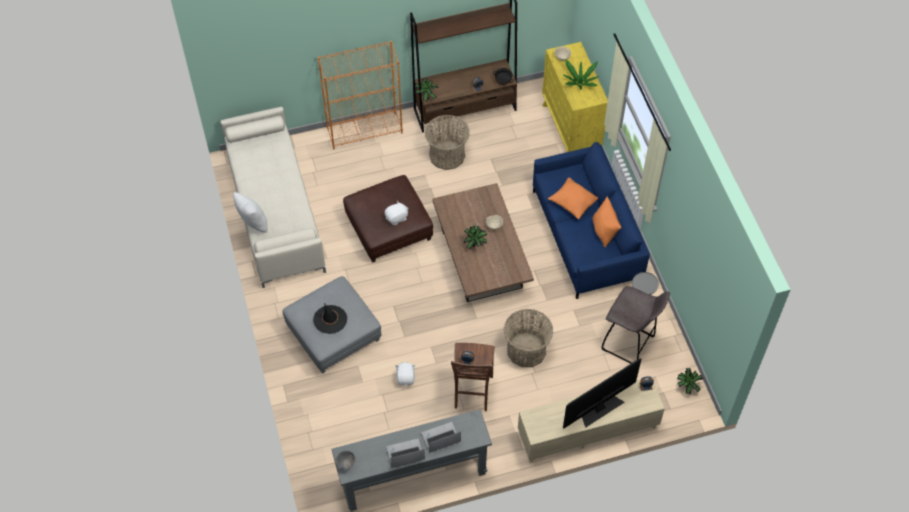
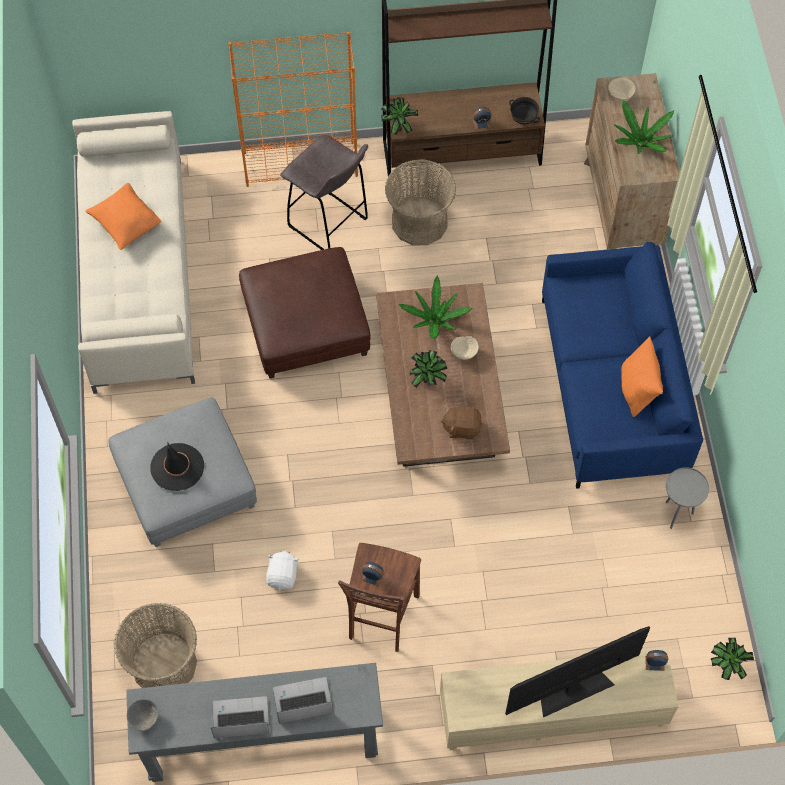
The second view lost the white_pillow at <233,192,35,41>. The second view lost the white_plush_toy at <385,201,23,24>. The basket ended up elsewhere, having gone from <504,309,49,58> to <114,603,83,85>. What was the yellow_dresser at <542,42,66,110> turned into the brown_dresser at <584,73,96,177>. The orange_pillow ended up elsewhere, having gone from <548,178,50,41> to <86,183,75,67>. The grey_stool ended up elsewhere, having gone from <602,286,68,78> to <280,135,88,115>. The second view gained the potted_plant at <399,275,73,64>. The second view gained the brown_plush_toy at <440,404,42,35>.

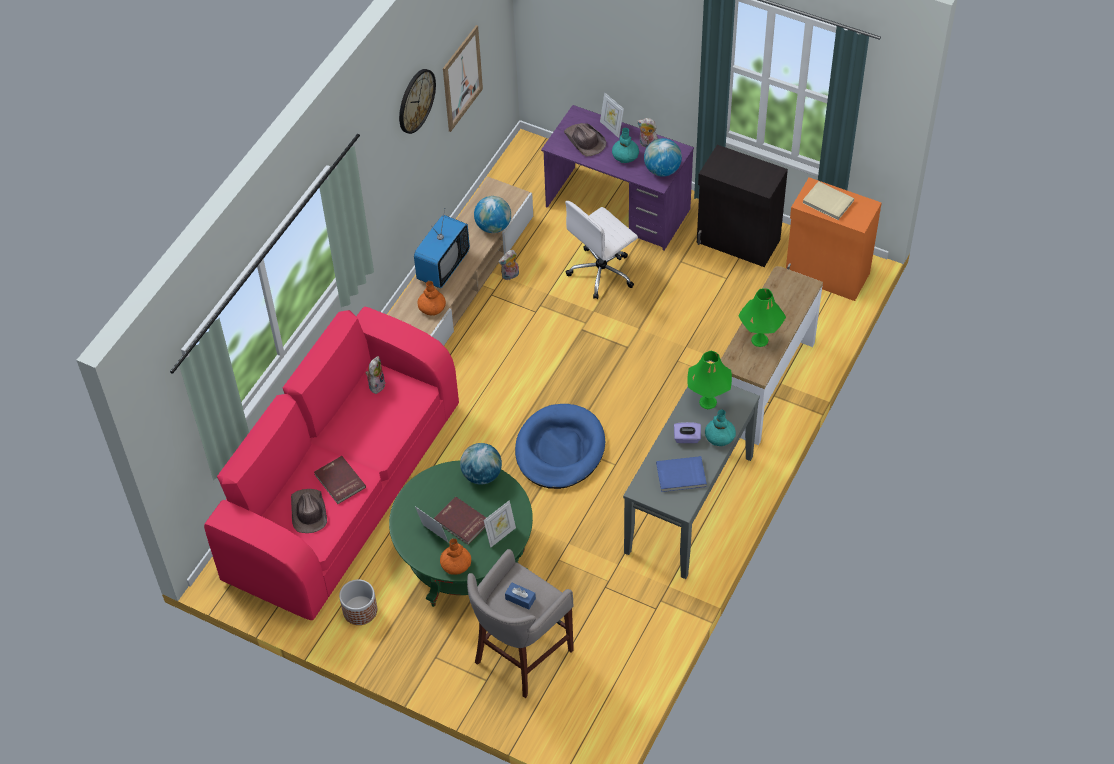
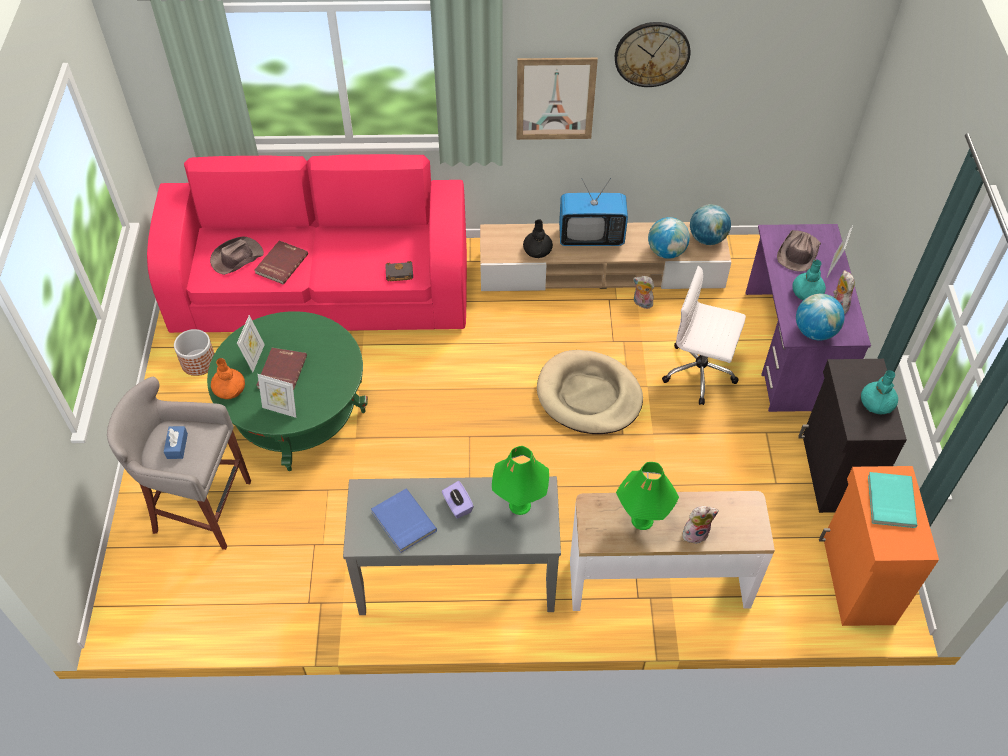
The plush_toy ended up elsewhere, having gone from <366,356,20,38> to <683,506,36,39>. What was the orange_vase at <418,281,28,35> turned into the black_vase at <523,219,30,39>. The picture ended up elsewhere, having gone from <443,25,40,107> to <517,58,81,82>. The globe ended up elsewhere, having gone from <460,443,42,42> to <690,204,41,41>. The second view lost the blue_dog_bed at <515,404,90,85>. The turquoise_vase ended up elsewhere, having gone from <705,410,31,36> to <861,370,37,44>. What was the beige_book at <803,181,51,39> turned into the turquoise_book at <868,472,49,56>. The second view gained the black_book at <385,261,28,20>. The second view gained the beige_dog_bed at <537,350,106,84>.

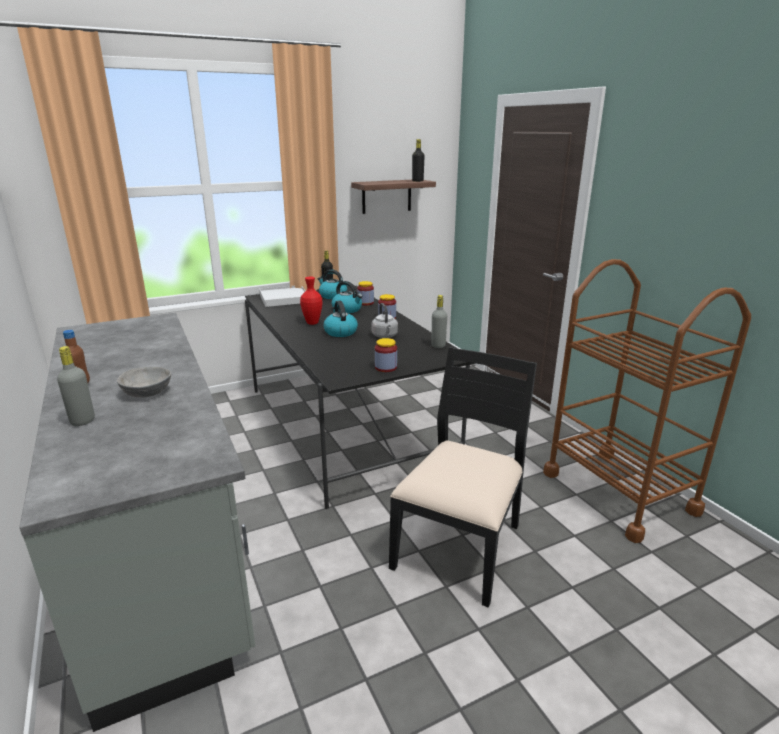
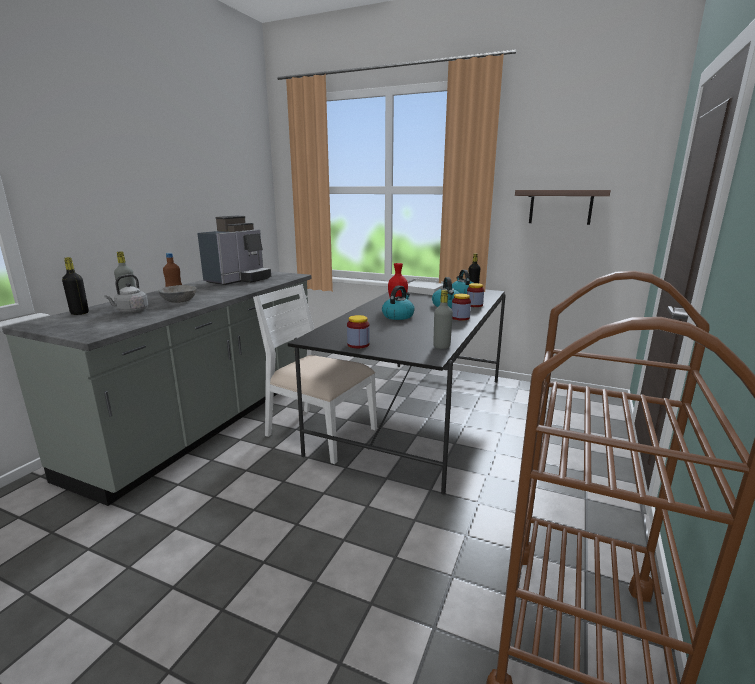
The grey_kettle ended up elsewhere, having gone from <371,303,27,35> to <104,274,44,39>. The second view lost the black_chair at <389,347,148,260>. The black_bottle ended up elsewhere, having gone from <412,139,13,43> to <62,257,27,58>. The second view gained the coffee_machine at <197,216,74,69>. The second view gained the white_chair at <253,284,124,180>.

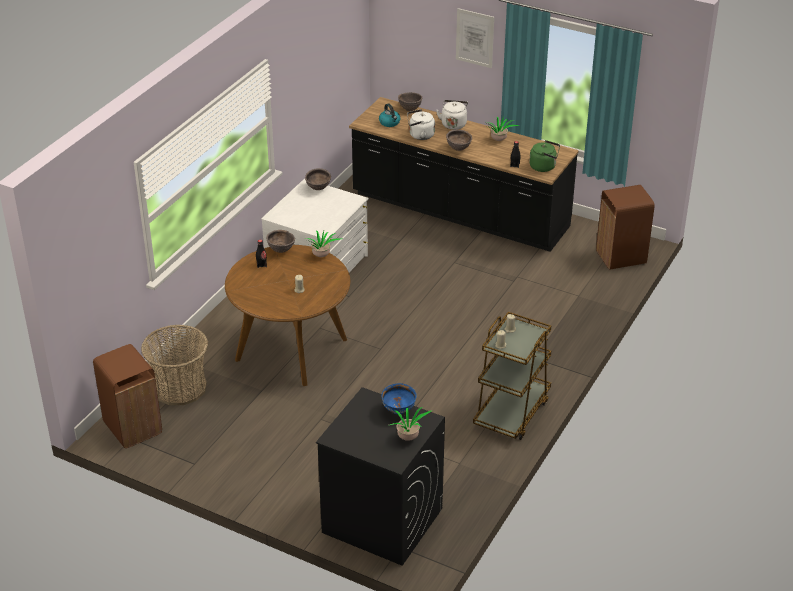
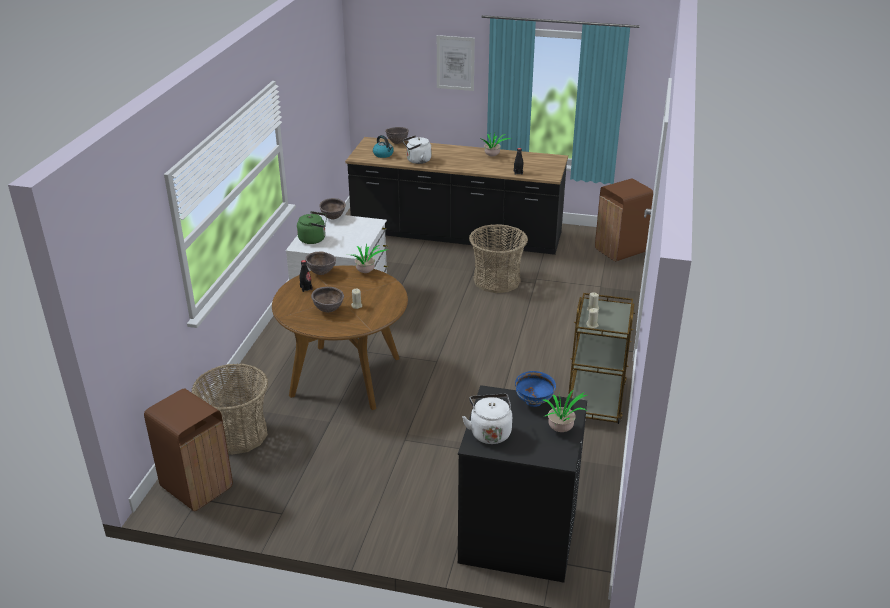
The white_kettle ended up elsewhere, having gone from <436,100,32,30> to <462,394,50,50>. The brown_bowl ended up elsewhere, having gone from <446,129,26,22> to <311,287,33,26>. The green_kettle ended up elsewhere, having gone from <529,140,31,32> to <297,211,30,33>. The second view gained the basket at <469,224,59,69>.

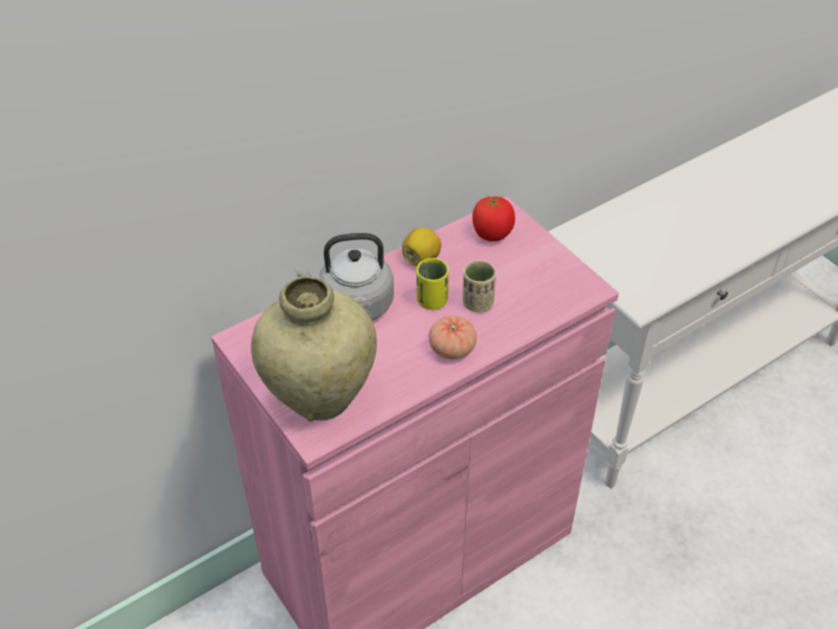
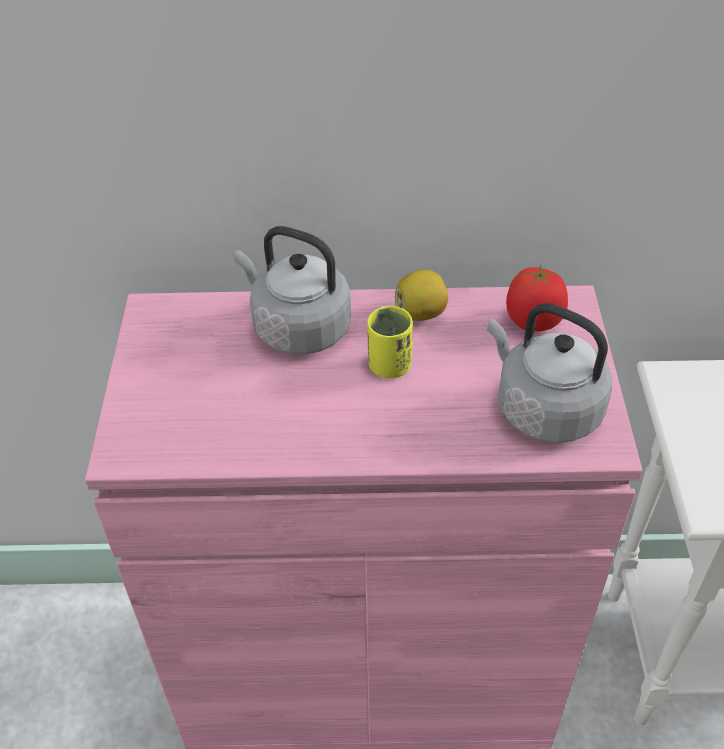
The second view lost the beige_vase at <251,276,126,146>. The second view lost the tomato at <429,316,48,43>. The second view lost the beige_cup at <463,260,33,52>. The second view gained the grey_kettle at <487,303,125,140>.

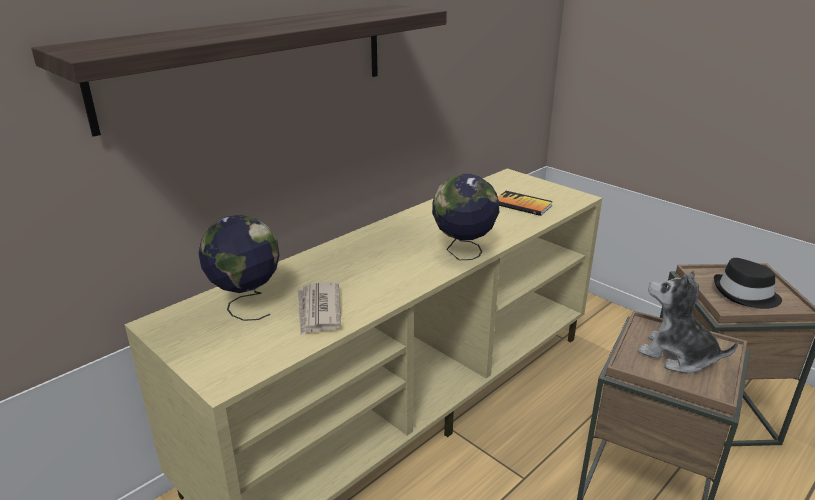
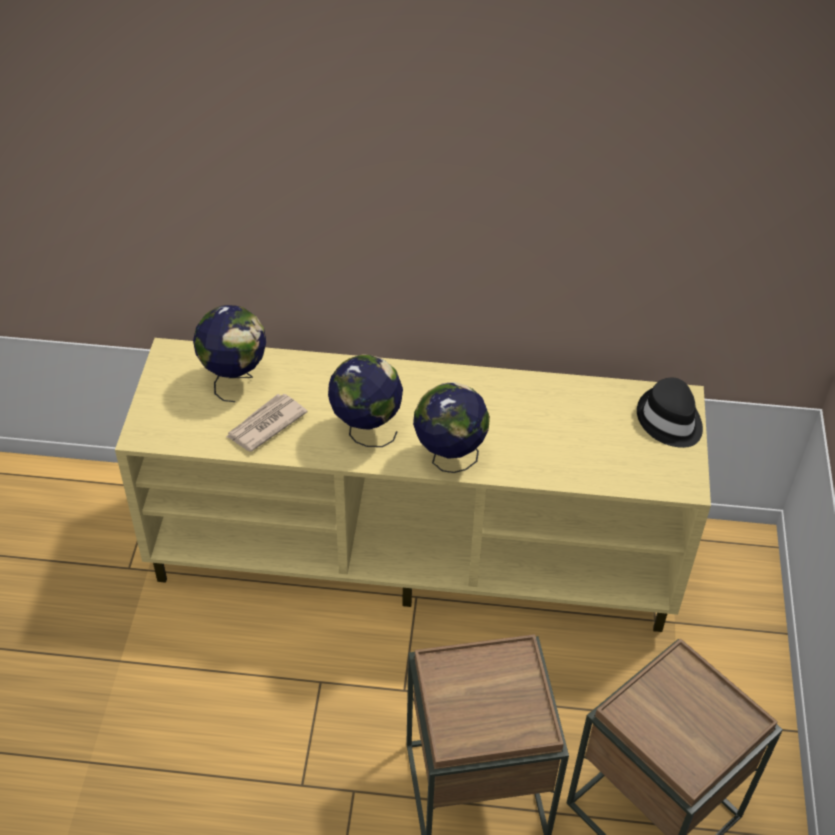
The second view lost the shelf at <31,4,416,133>. The second view lost the book at <498,191,55,25>. The second view lost the plush_toy at <638,271,100,102>. The black_hat ended up elsewhere, having gone from <714,258,68,51> to <637,378,66,70>. The second view gained the globe at <328,355,75,92>.

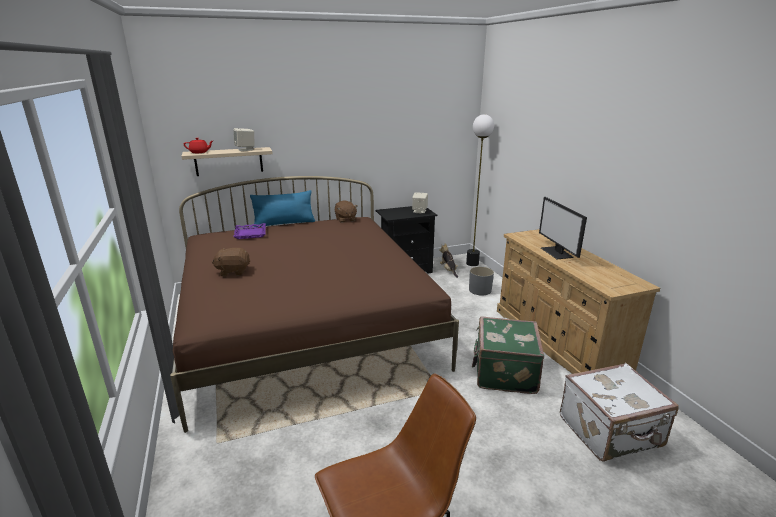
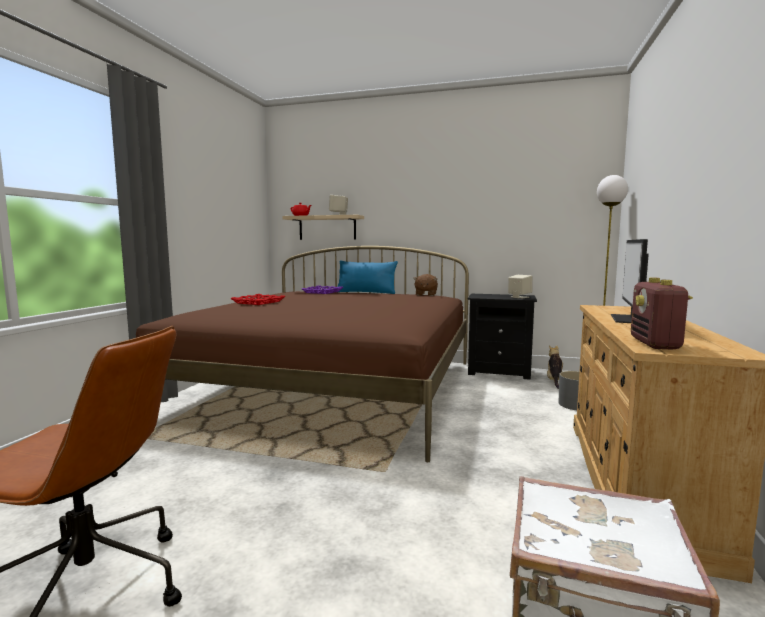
Where the brown_plush_toy stood at <211,248,39,28>, the red_tray came to stand at <230,294,55,11>. The second view lost the green_suitcase at <472,316,72,78>. The second view gained the radio at <631,277,62,73>.

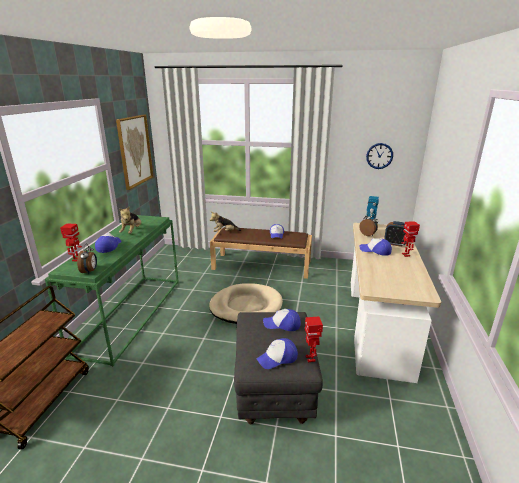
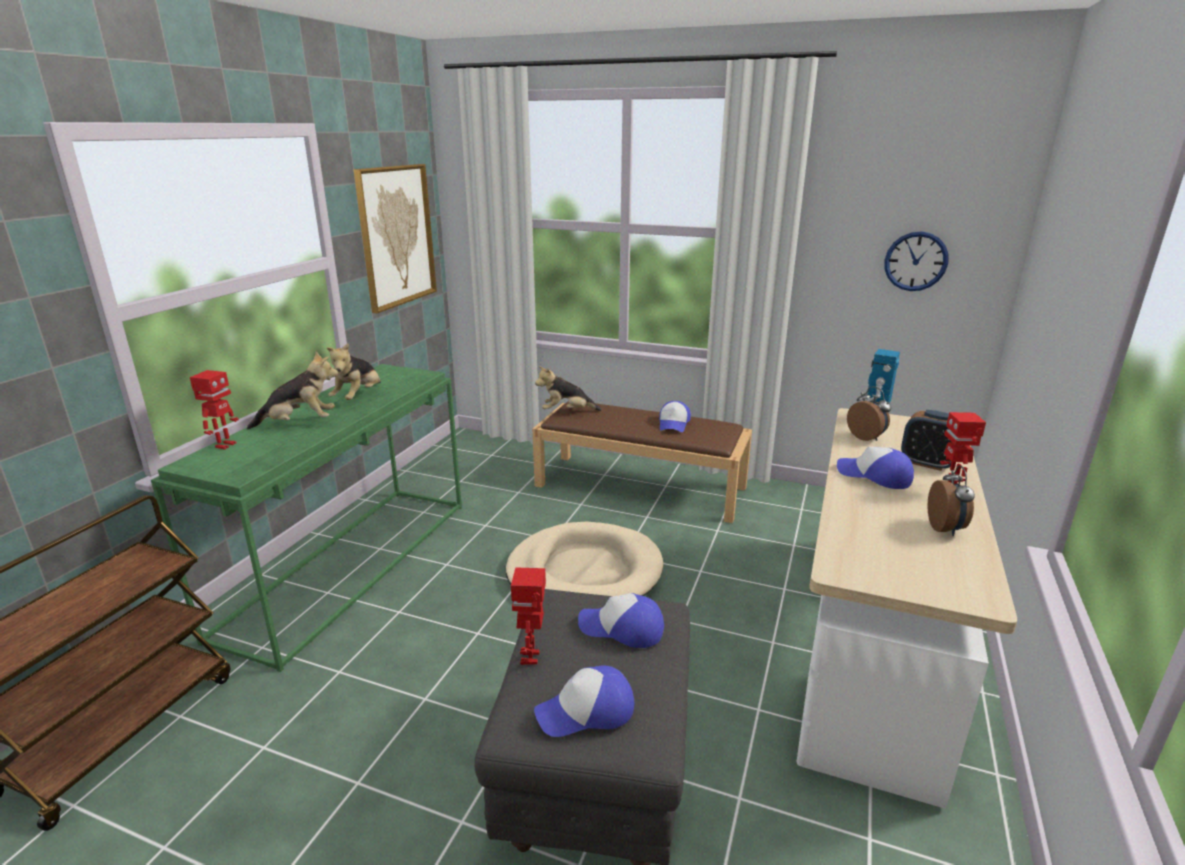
The alarm_clock ended up elsewhere, having gone from <77,244,20,31> to <928,465,47,71>. Where the cap stood at <95,233,26,20>, the plush_toy came to stand at <247,351,91,79>. The toy_robot ended up elsewhere, having gone from <305,316,18,47> to <511,567,35,98>.

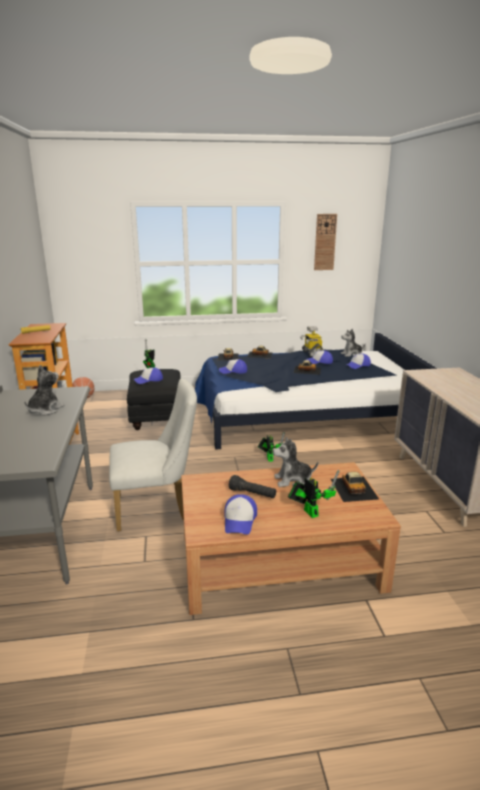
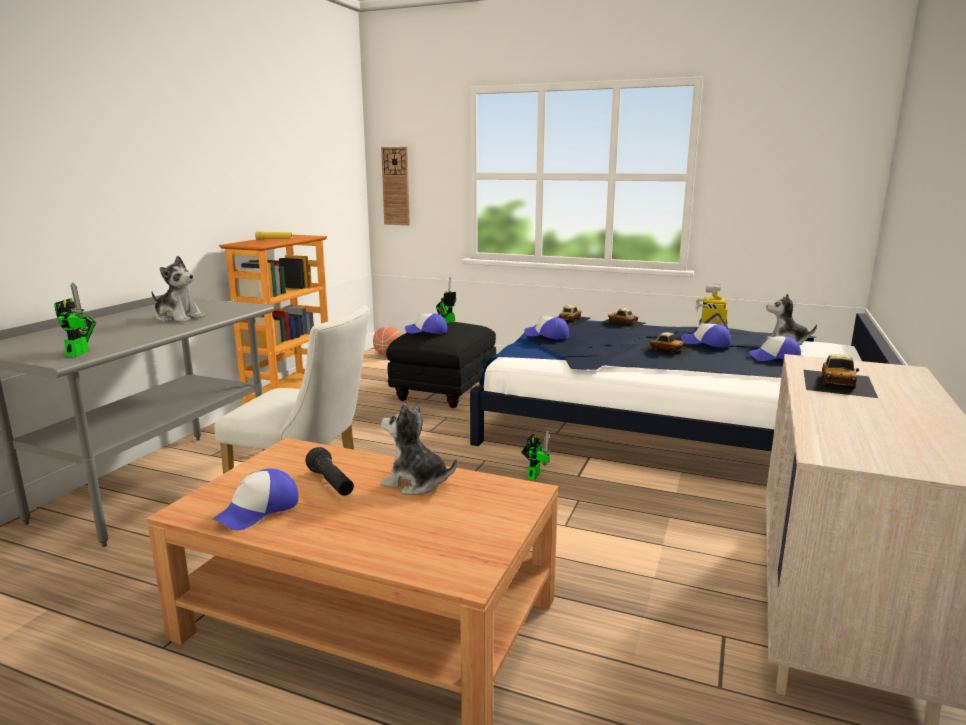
The plush_toy at <24,365,41,51> ended up facing another way, 60 degrees clockwise from before. The toy_robot ended up elsewhere, having gone from <288,470,51,48> to <54,282,42,75>. The wall_clock ended up elsewhere, having gone from <314,214,23,56> to <381,147,29,78>. The toy_car ended up elsewhere, having gone from <331,472,48,30> to <804,354,74,44>.

